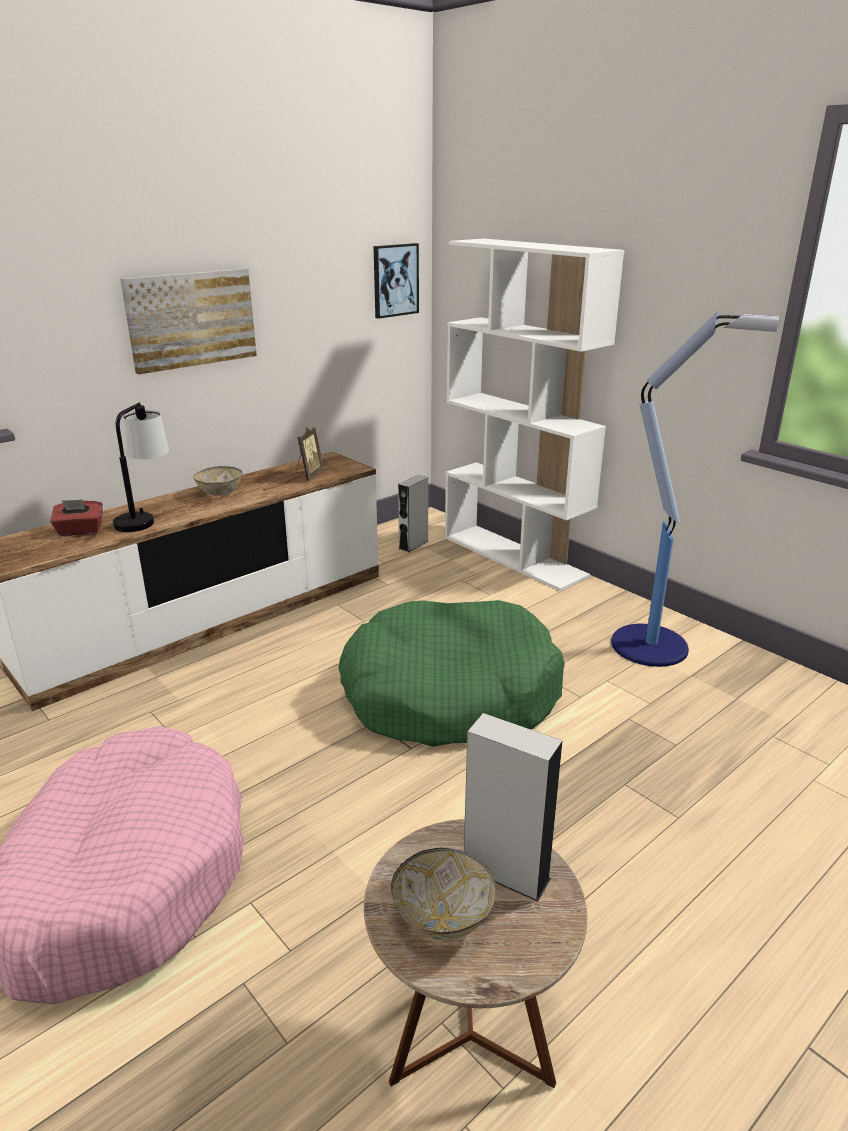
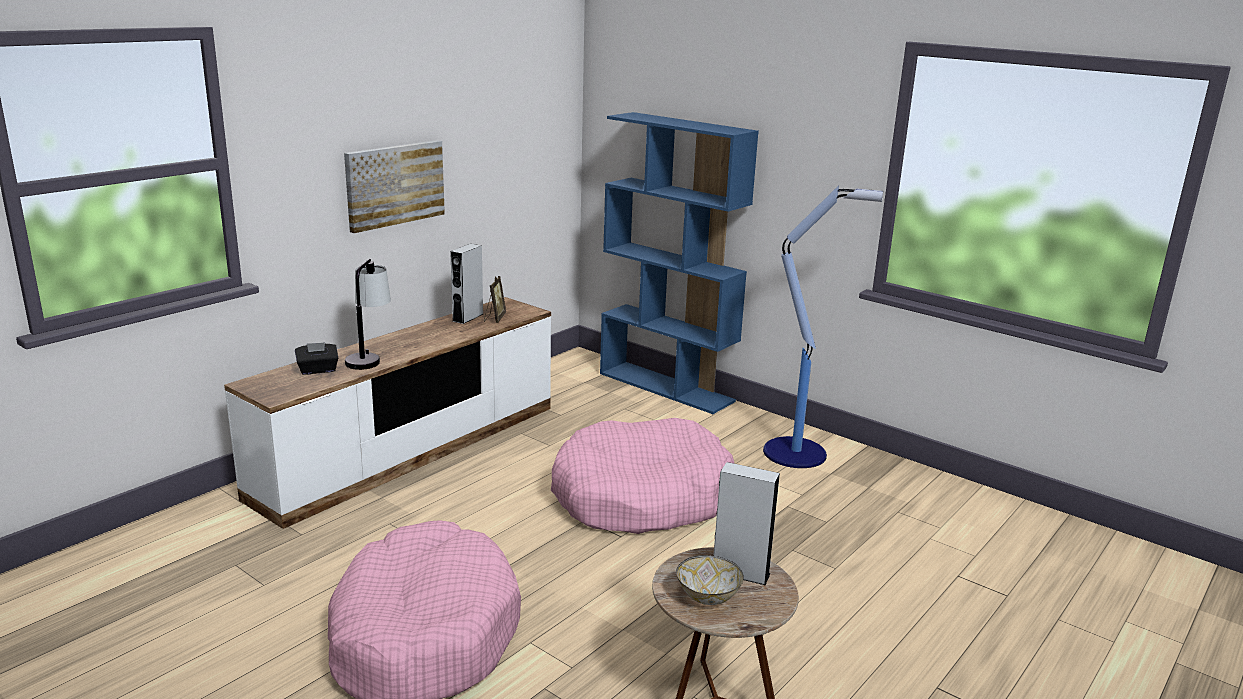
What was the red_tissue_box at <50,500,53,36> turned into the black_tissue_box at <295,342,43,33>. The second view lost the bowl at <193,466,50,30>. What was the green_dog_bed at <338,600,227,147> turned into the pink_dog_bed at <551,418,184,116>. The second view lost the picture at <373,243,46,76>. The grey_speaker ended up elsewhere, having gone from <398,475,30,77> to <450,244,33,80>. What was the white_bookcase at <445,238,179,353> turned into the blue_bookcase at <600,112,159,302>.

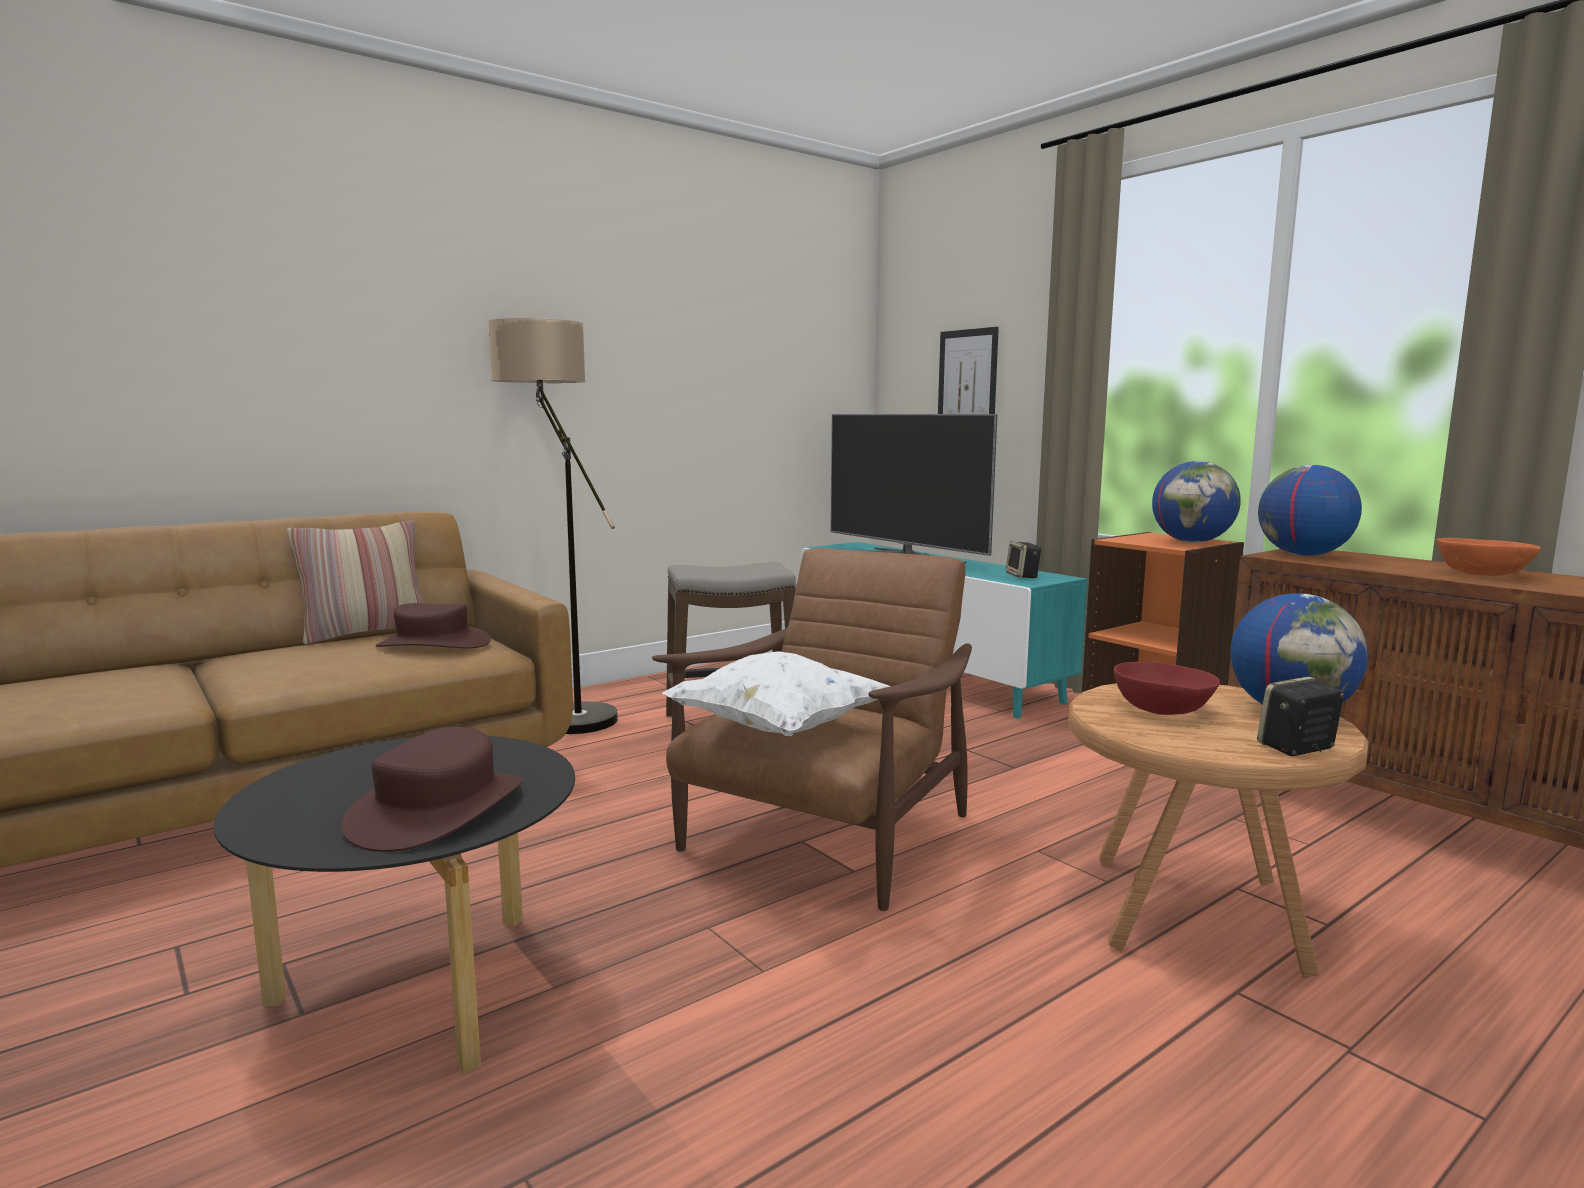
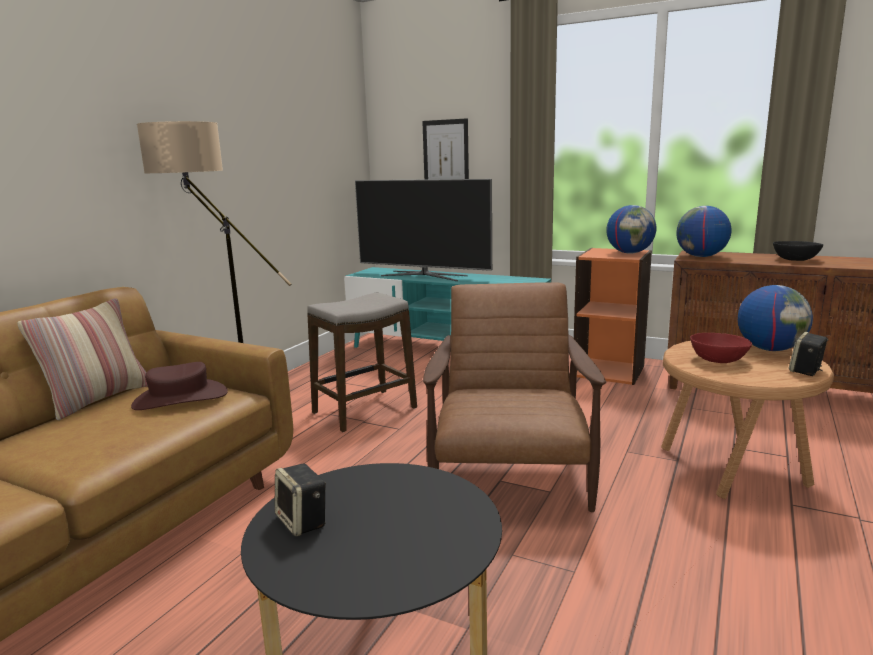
The second view lost the brown_hat at <341,727,181,125>. The second view lost the white_pillow at <662,651,228,85>. The speaker ended up elsewhere, having gone from <1006,541,36,37> to <275,463,51,74>. What was the orange_bowl at <1436,538,105,38> turned into the black_bowl at <773,241,50,20>.

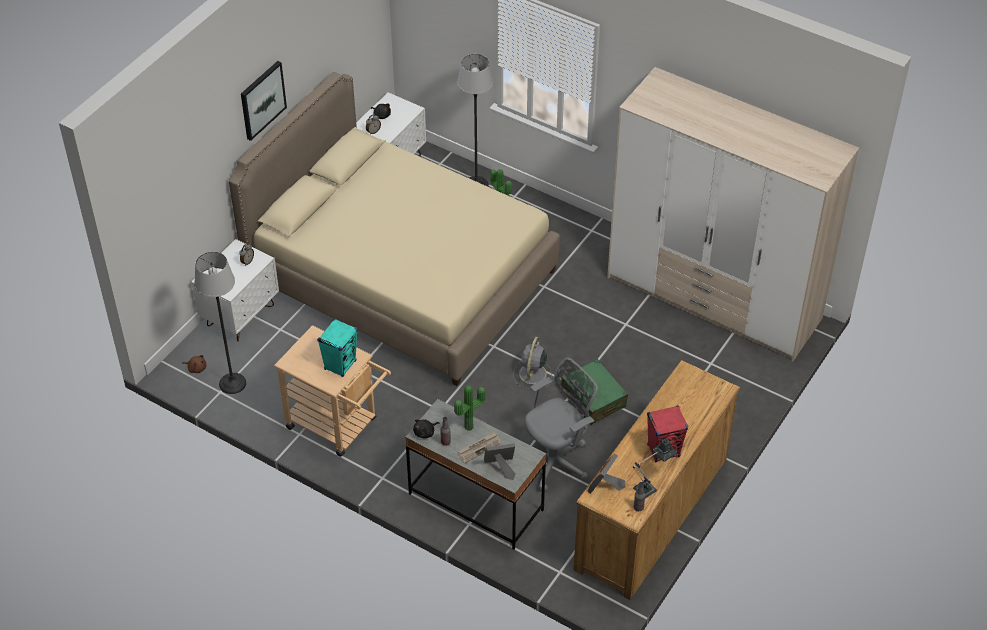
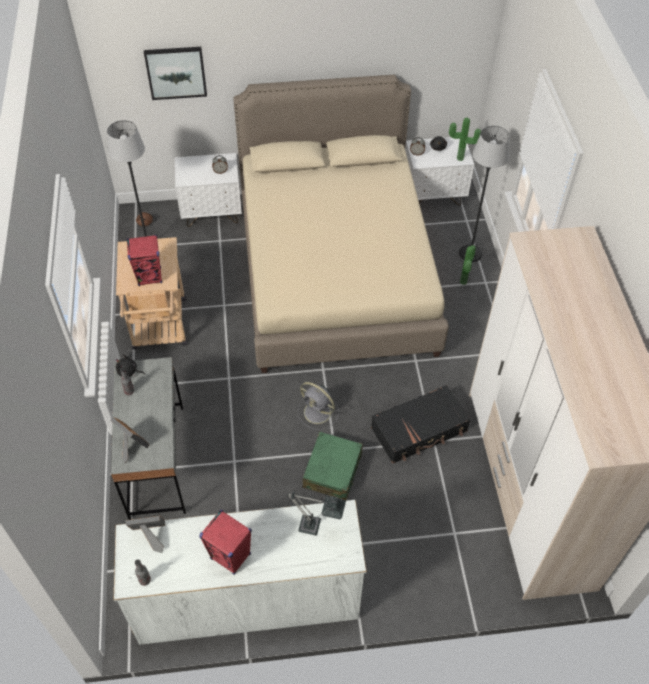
The picture ended up elsewhere, having gone from <241,61,46,80> to <144,47,63,53>. What was the turquoise_speaker at <317,319,41,58> turned into the red_speaker at <126,235,36,51>. The potted_plant ended up elsewhere, having gone from <454,385,32,46> to <449,118,32,43>. The second view lost the newspaper at <458,432,43,31>. The grey_fan at <513,337,39,53> ended up facing another way, 120 degrees counterclockwise from before. The second view lost the grey_office_chair at <525,357,73,135>. What was the brown_dresser at <574,360,166,240> turned into the white_dresser at <114,500,253,145>. The table_lamp ended up elsewhere, having gone from <633,439,44,60> to <287,491,59,45>. The second view gained the black_suitcase at <371,385,99,78>.

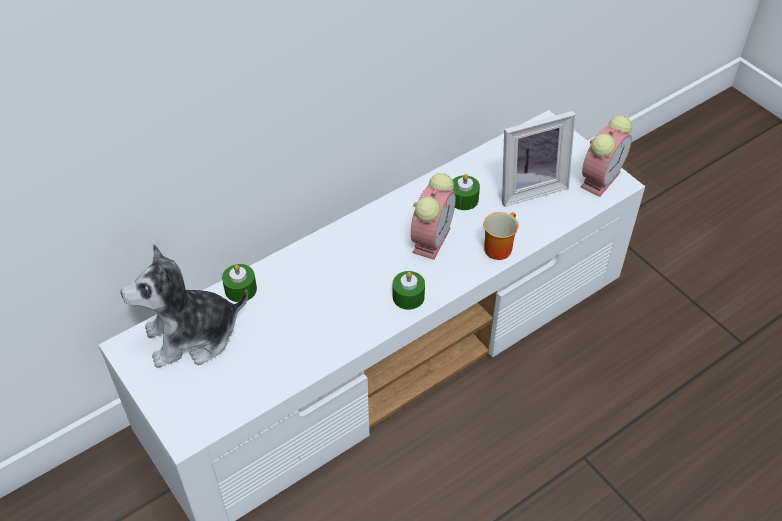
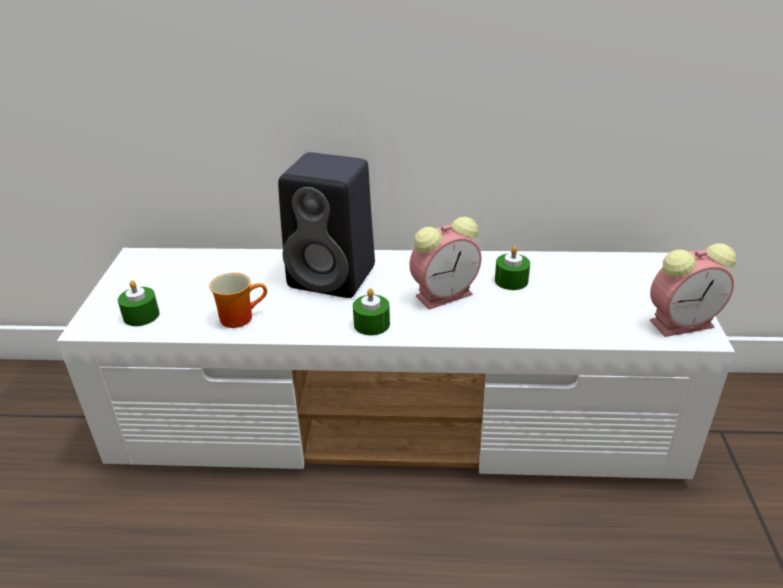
The second view lost the plush_toy at <121,244,127,124>. The green_candle ended up elsewhere, having gone from <222,264,35,38> to <118,280,42,46>. The mug ended up elsewhere, having gone from <483,212,36,48> to <209,273,58,55>. The second view lost the picture_frame at <502,111,73,96>. The second view gained the black_speaker at <278,152,97,146>.

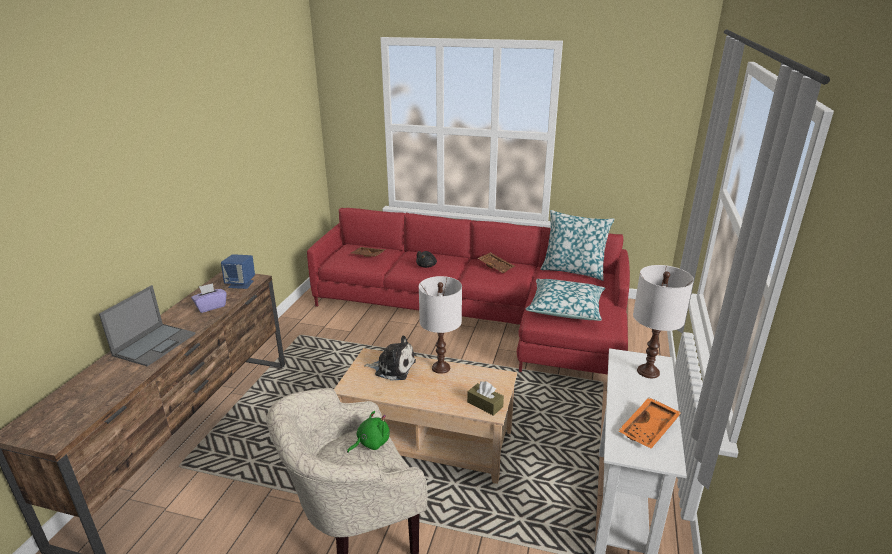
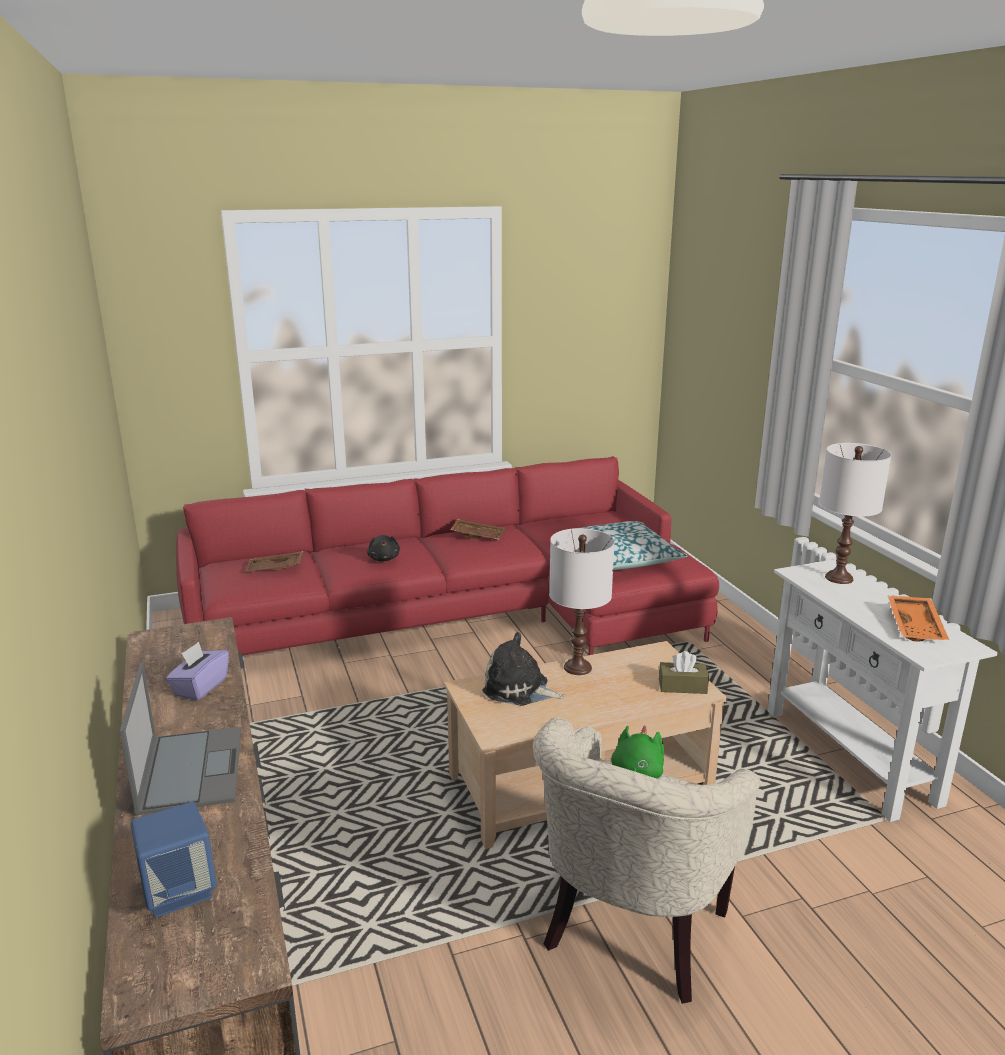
The blue_speaker ended up elsewhere, having gone from <221,254,34,35> to <131,802,86,116>. The plush_toy at <364,335,52,46> ended up facing another way, 135 degrees counterclockwise from before. The second view lost the pillow at <540,210,74,71>.

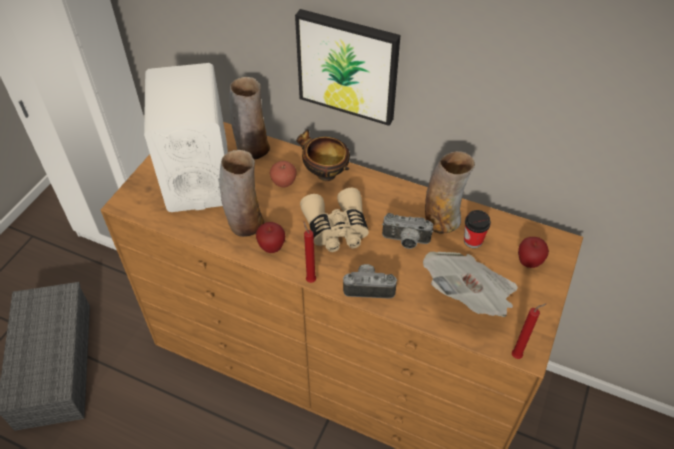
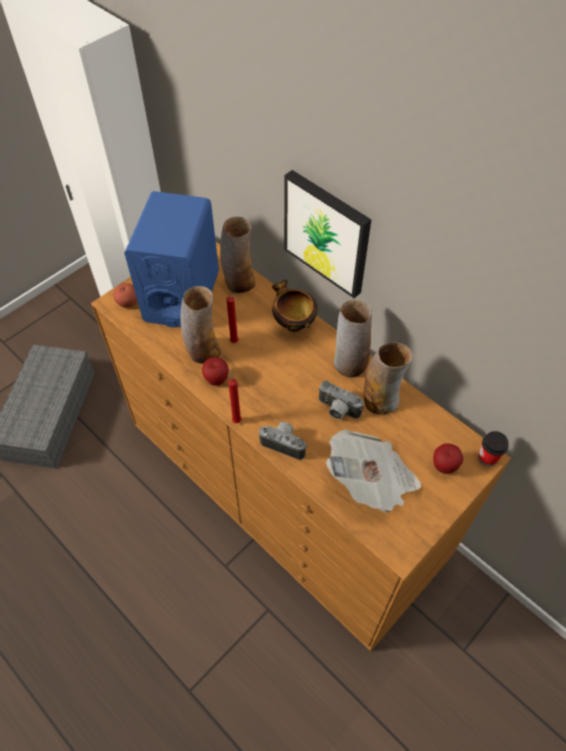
What was the white_speaker at <144,63,84,149> turned into the blue_speaker at <124,191,95,137>. The apple ended up elsewhere, having gone from <270,161,27,27> to <113,283,24,25>. The second view lost the beige_binoculars at <300,188,69,64>. The cup ended up elsewhere, having gone from <464,210,27,38> to <478,431,31,35>. The red_candle ended up elsewhere, having gone from <512,304,34,55> to <226,294,13,49>. The second view gained the vase at <334,299,38,79>.

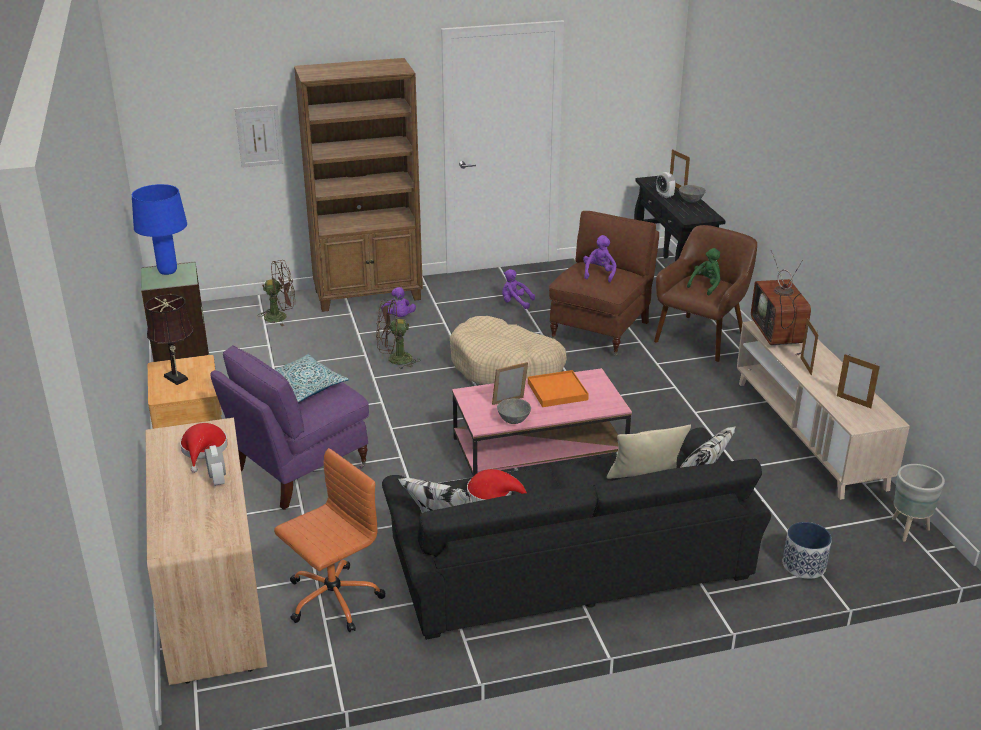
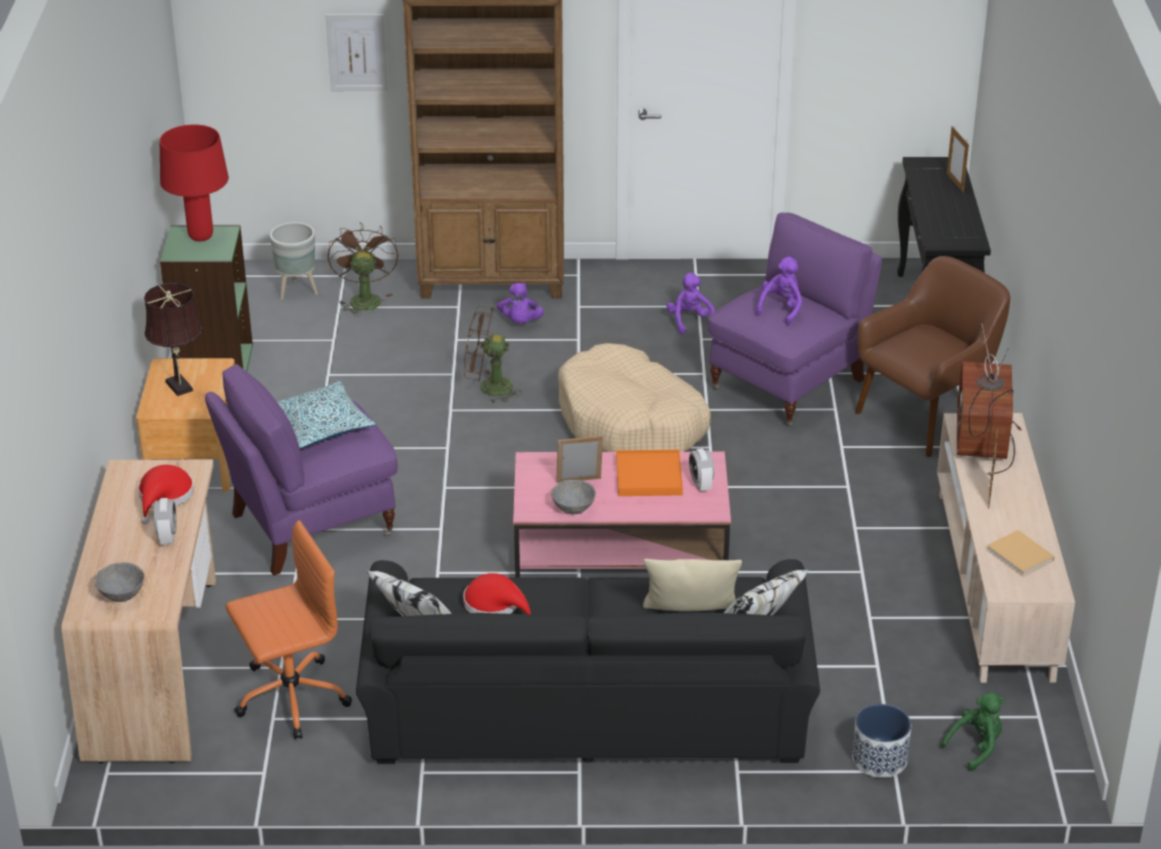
What was the blue_table_lamp at <132,184,55,91> turned into the red_table_lamp at <160,125,69,116>. The brown_fan at <258,260,37,66> ended up facing another way, 105 degrees counterclockwise from before. The purple_plush_toy at <502,269,33,40> ended up facing another way, 45 degrees clockwise from before. What was the brown_armchair at <549,211,110,145> turned into the purple_armchair at <708,213,174,213>. The alarm_clock ended up elsewhere, having gone from <656,172,20,26> to <689,448,25,44>. The grey_bowl ended up elsewhere, having gone from <679,185,27,18> to <94,562,51,40>. The green_plush_toy ended up elsewhere, having gone from <687,248,34,47> to <941,692,64,79>. Where the picture_frame stood at <837,354,43,54>, the beige_book came to stand at <987,530,68,47>. The grey_planter ended up elsewhere, having gone from <892,464,53,78> to <270,222,48,78>.

